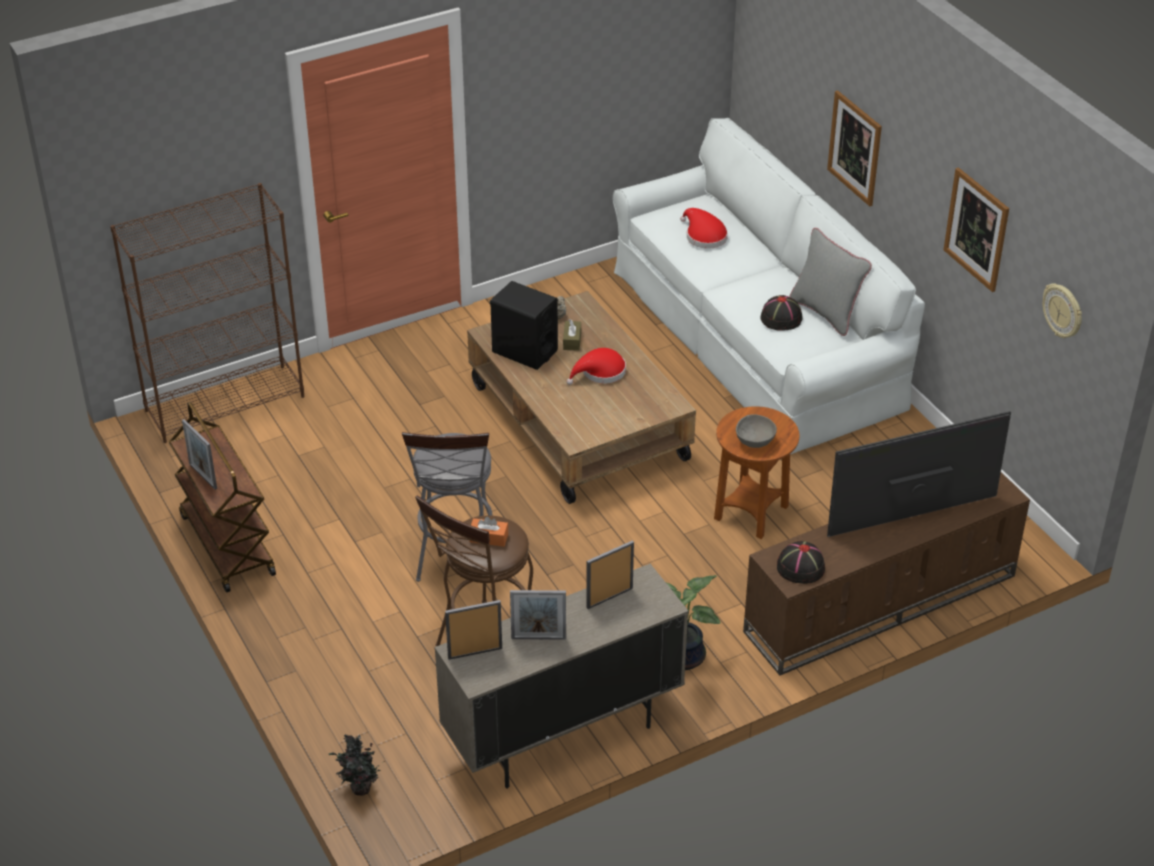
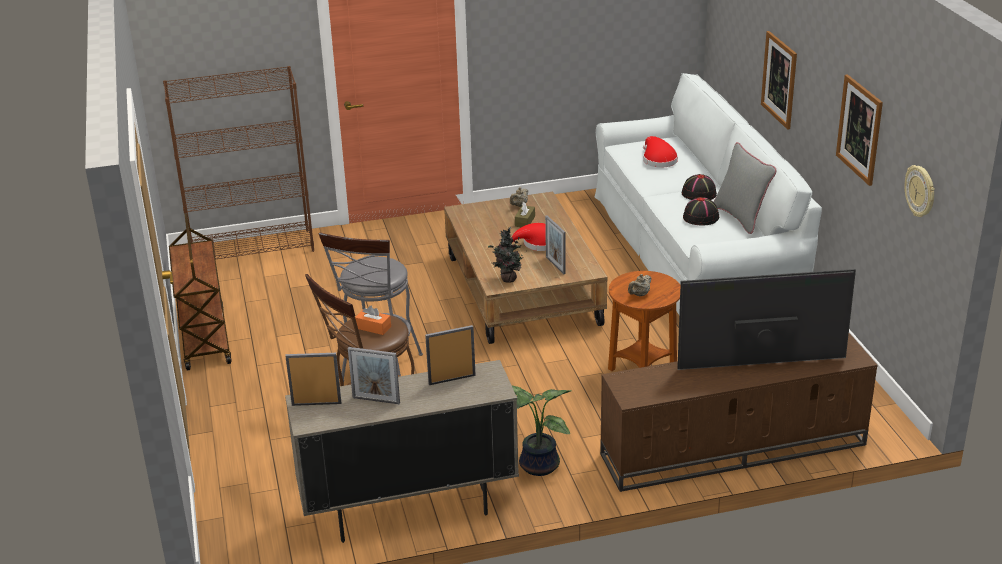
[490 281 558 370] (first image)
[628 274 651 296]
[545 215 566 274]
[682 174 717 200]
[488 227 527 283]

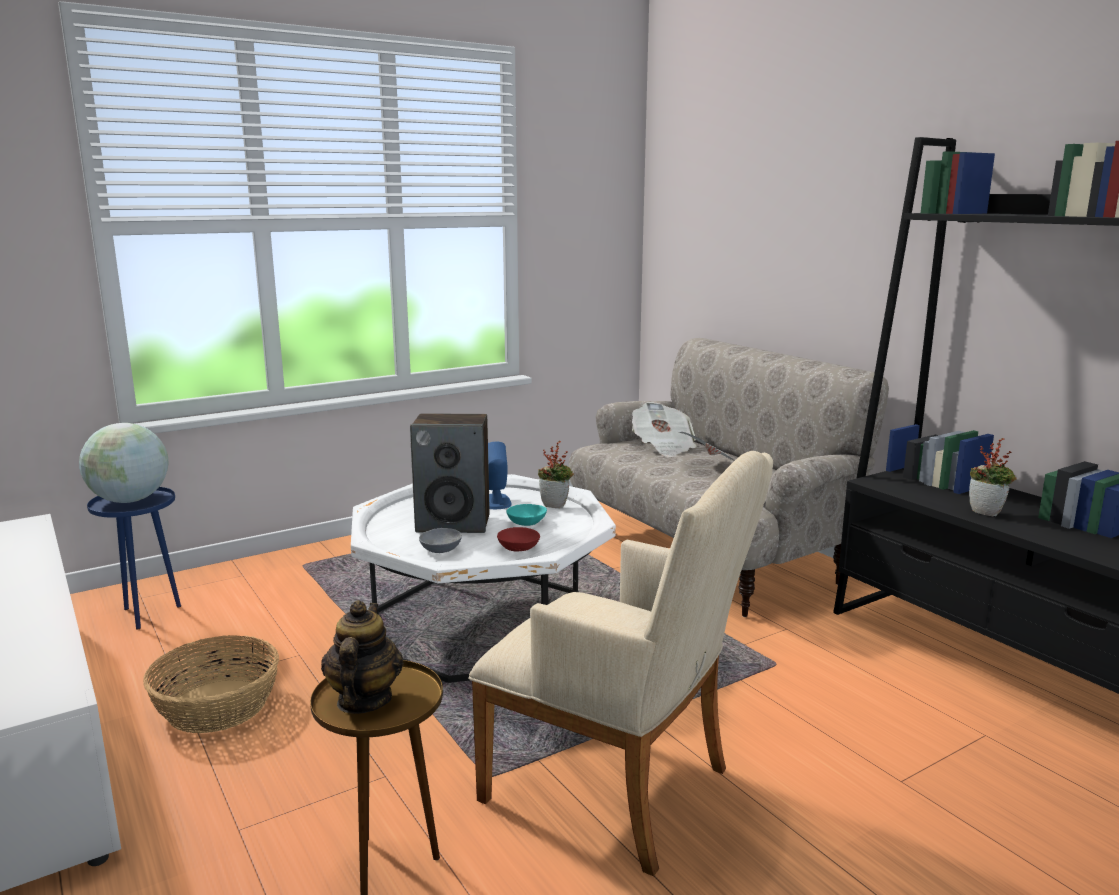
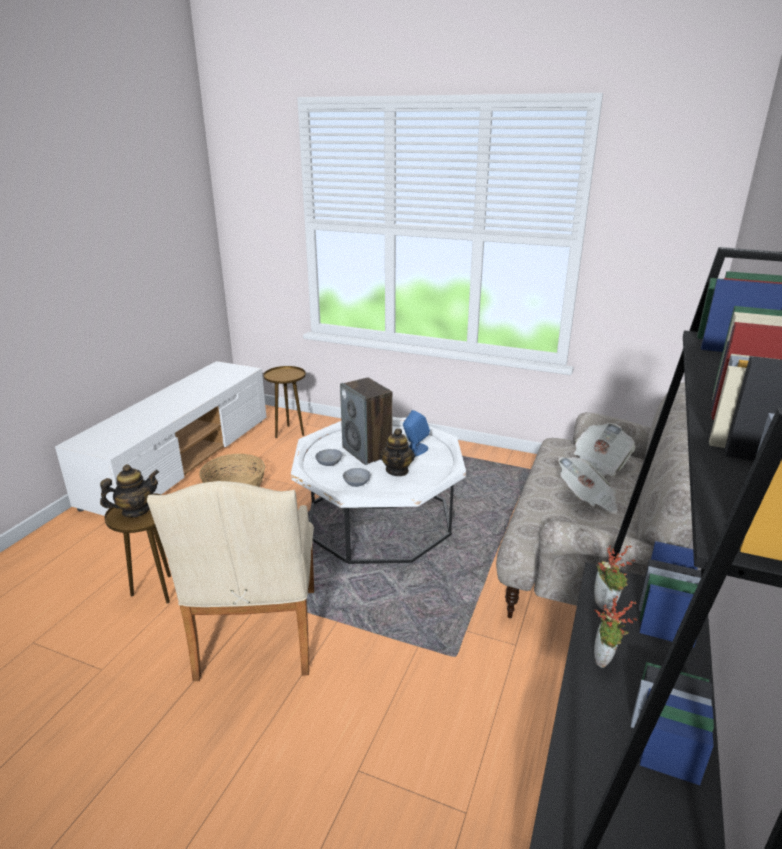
[79 423 168 503] (first image)
[594 545 635 612]
[263 366 306 438]
[380 428 415 476]
[343 468 371 487]

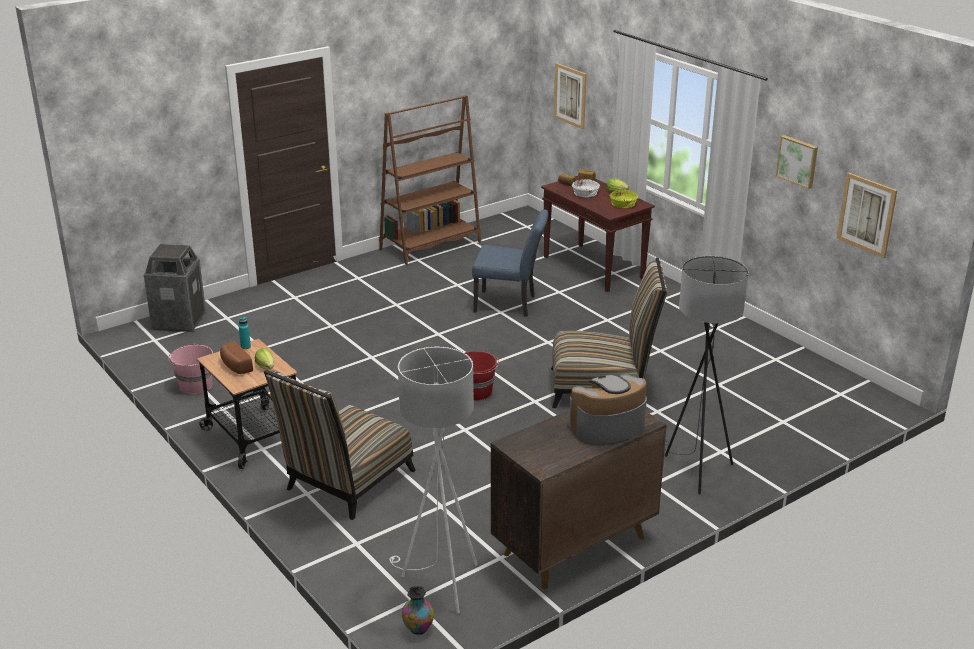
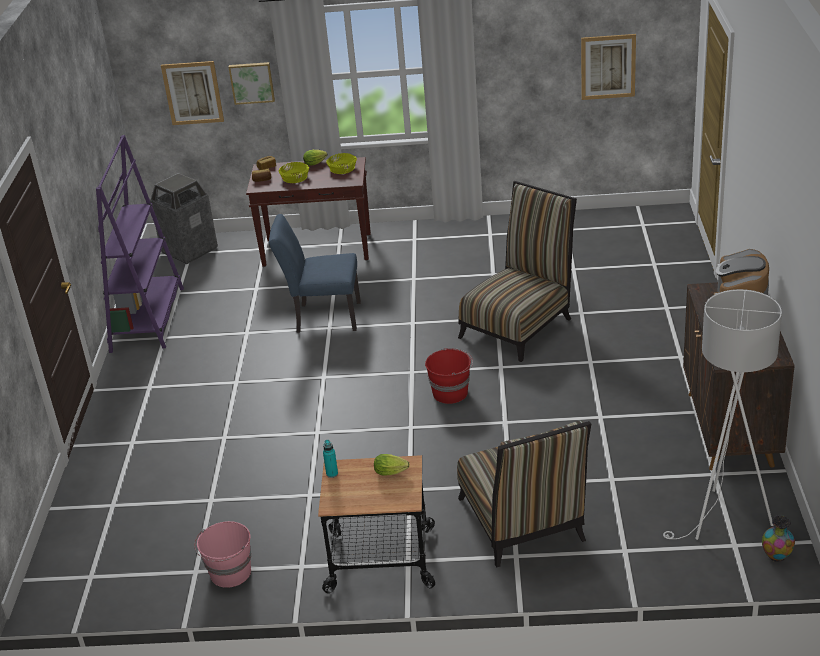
[96 135 184 353]
[228 62 275 105]
[279 162 309 183]
[269 214 361 333]
[150 173 218 264]
[665 256 748 494] (first image)
[220 341 253 374] (first image)

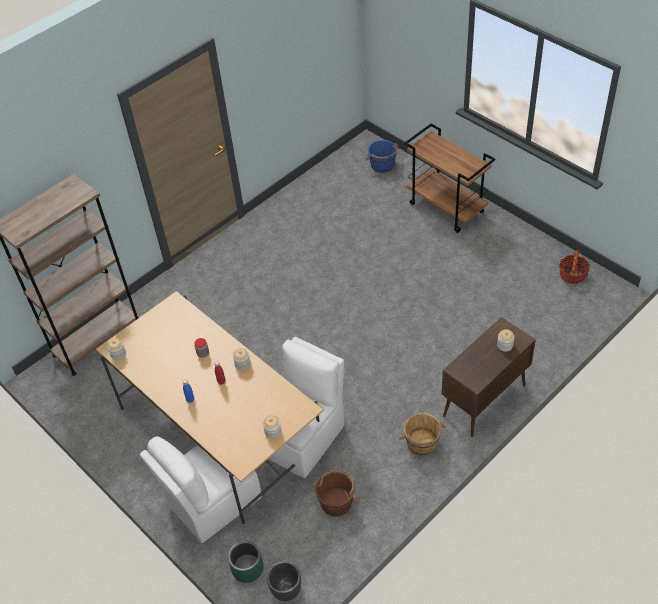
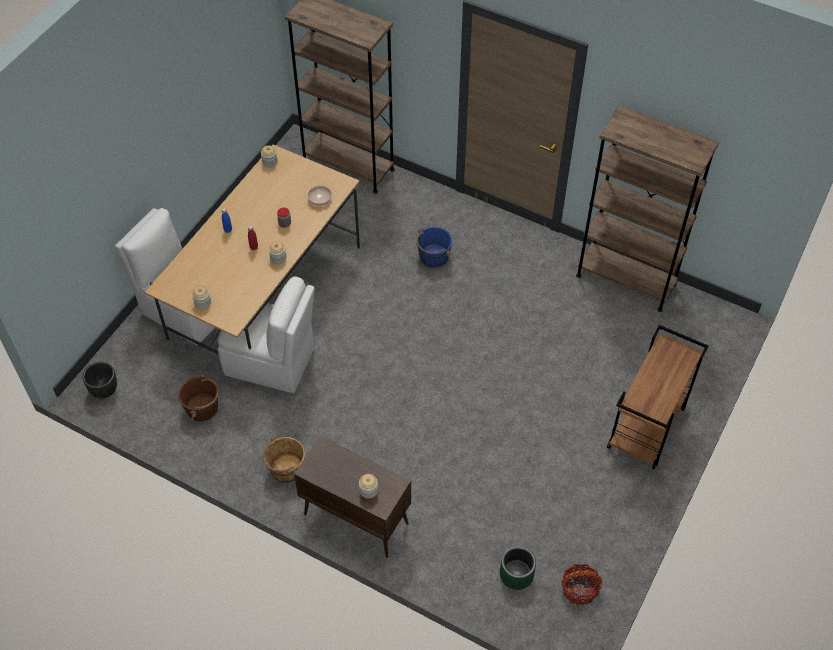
[416 227 452 268]
[500 546 536 590]
[576 106 719 312]
[308 186 332 206]

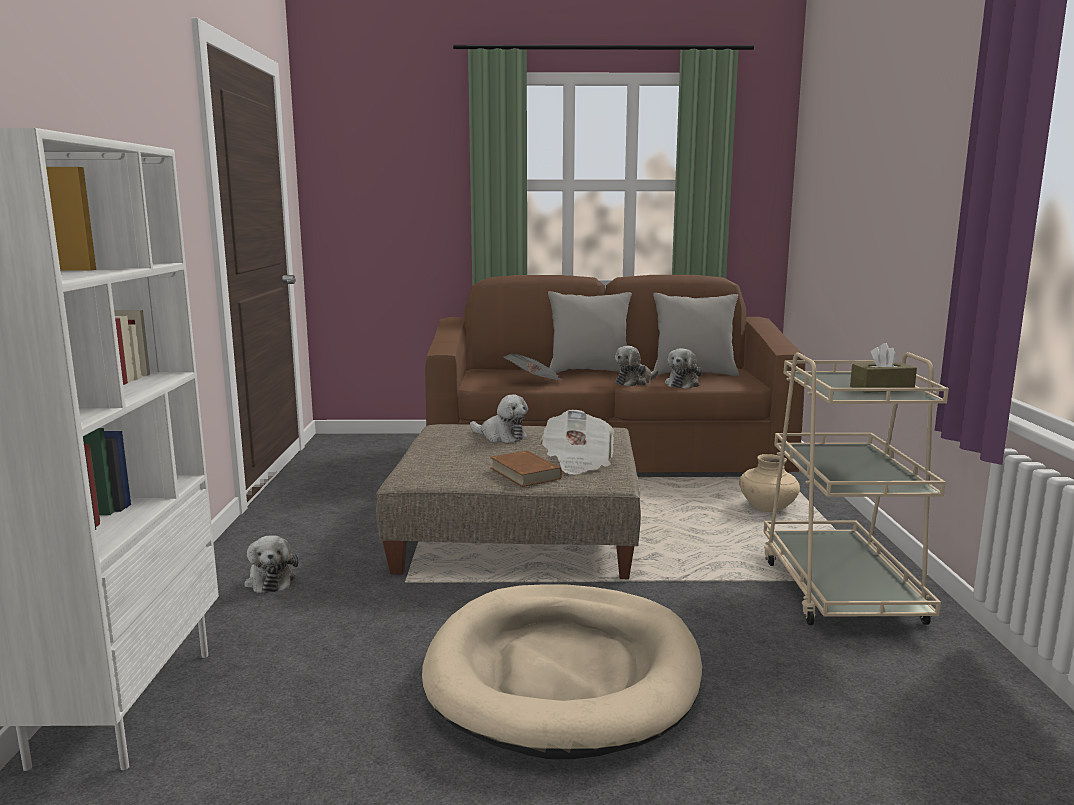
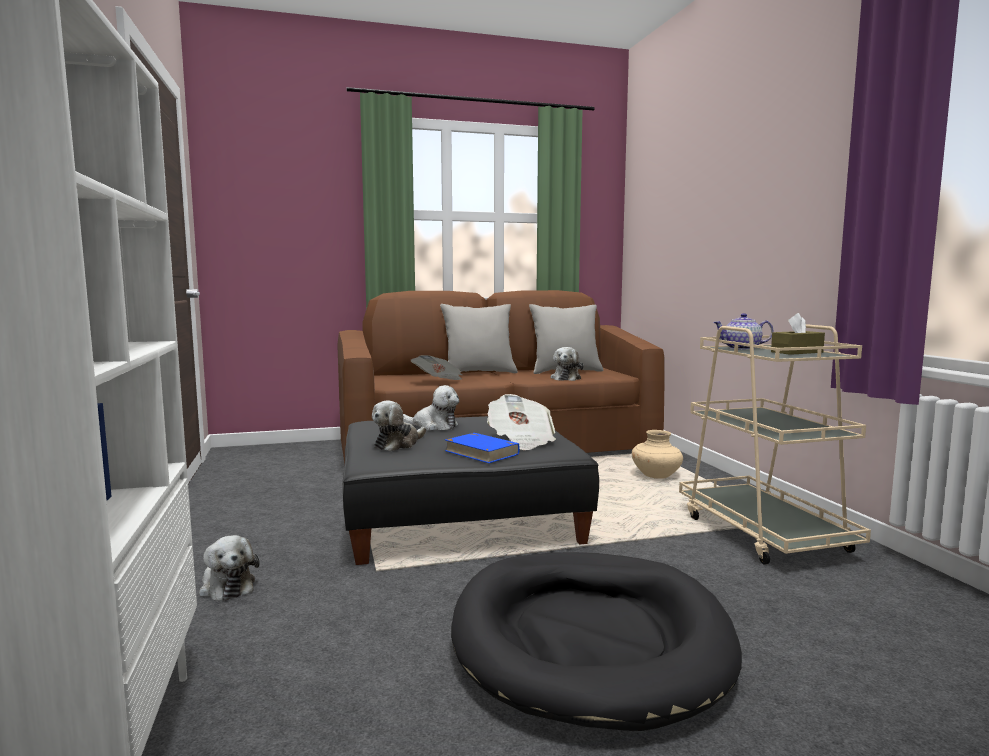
[372 401 426 451]
[342 416 599 565]
[445 433 520 463]
[451 552 742 731]
[713 313 774 350]

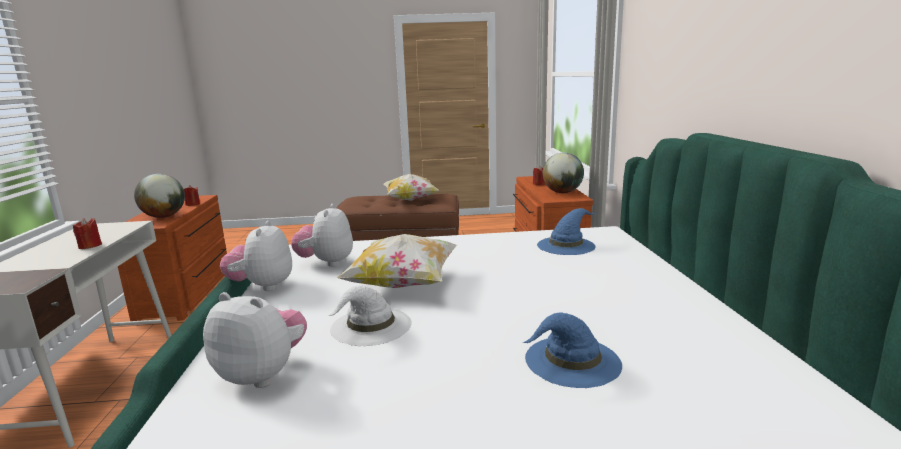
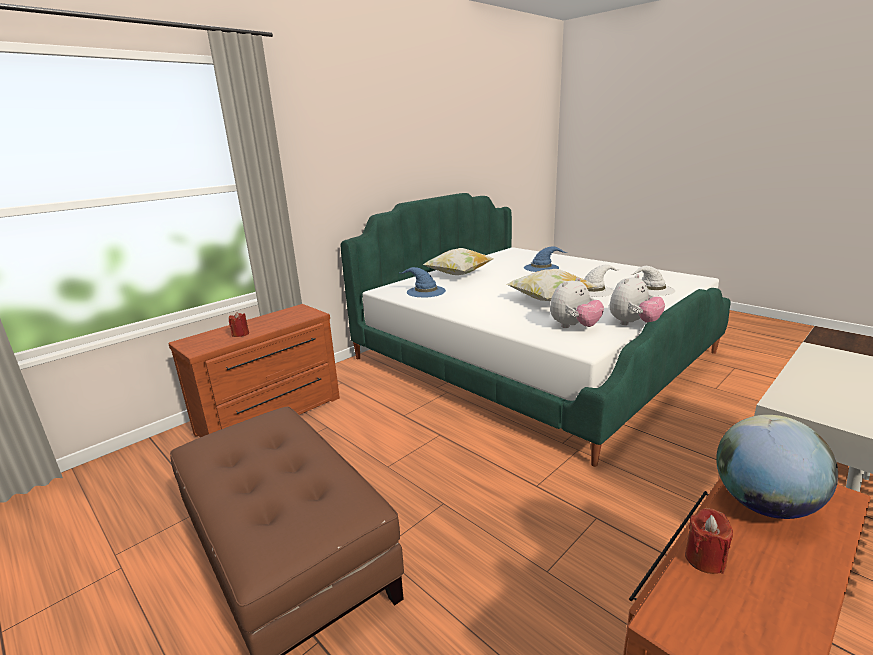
[543 152 584 193] (first image)
[423 248 493 275]
[73 218 102 249] (first image)
[630 266 675 296]

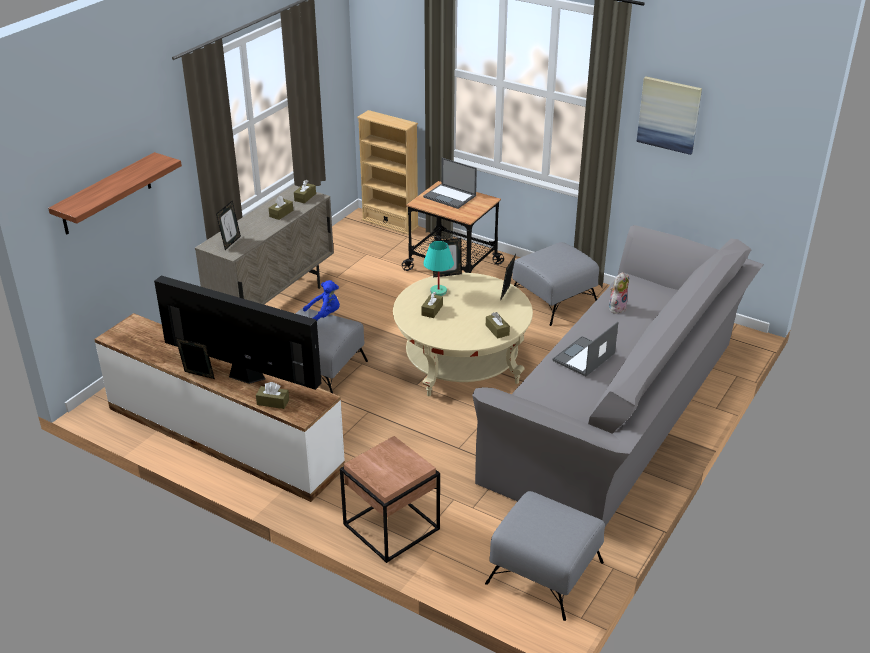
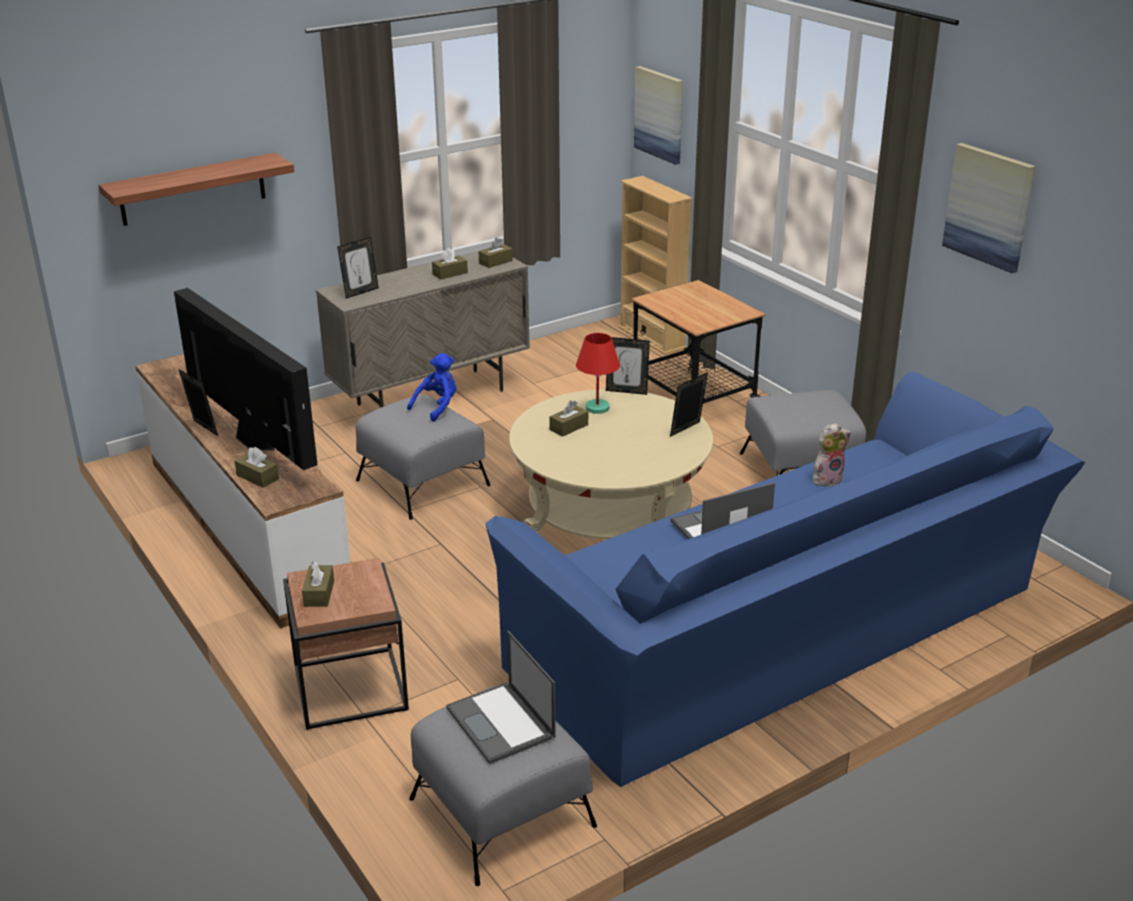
[446 631 556 764]
[485 372 1085 787]
[576 333 620 414]
[407 353 457 422]
[302 561 334 607]
[634 66 683 165]

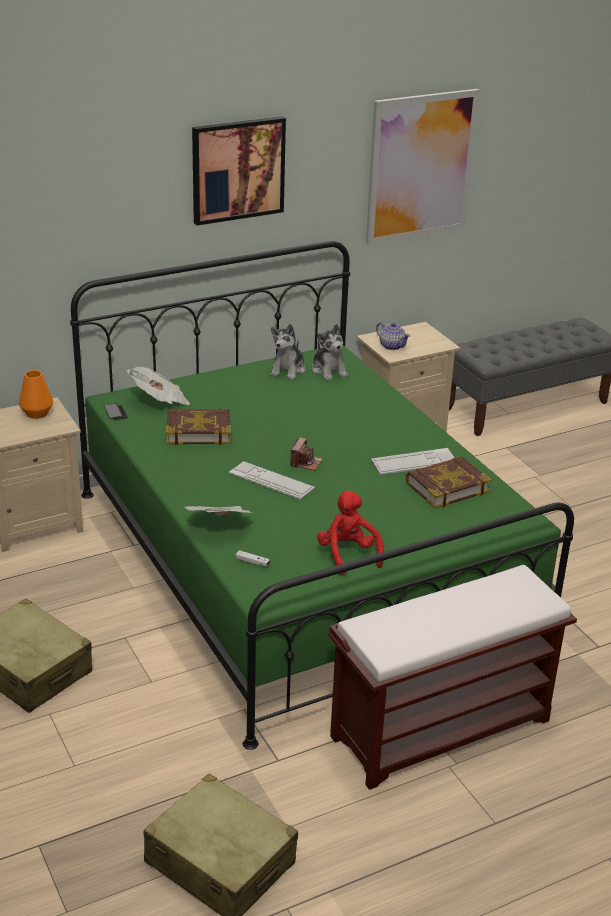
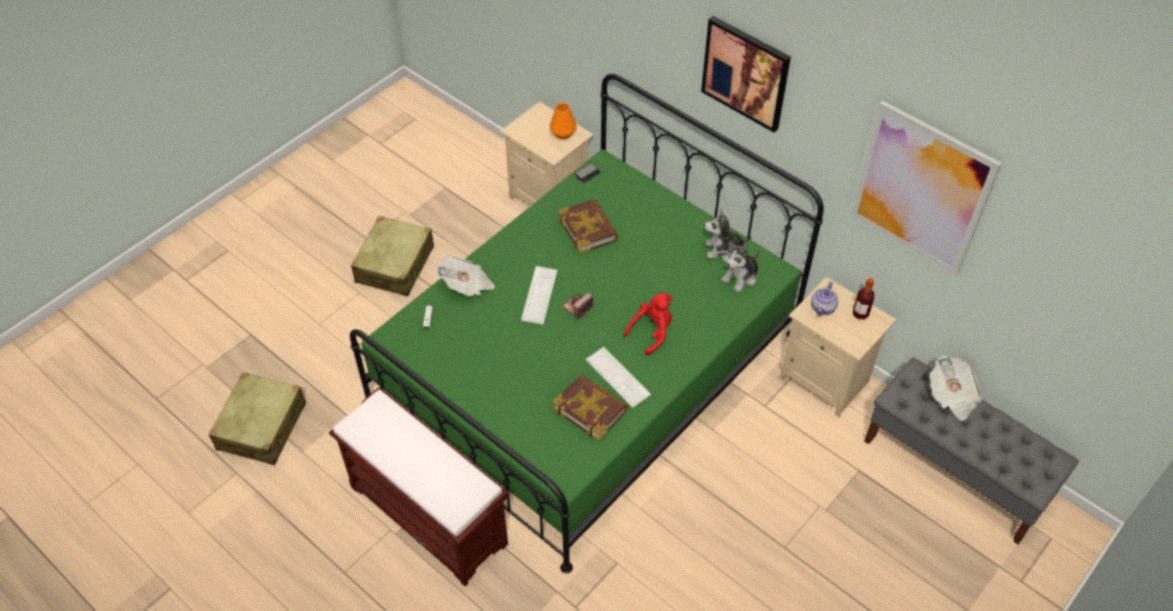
[929 355 982 421]
[563 293 593 319]
[624 293 673 355]
[853 278 874 320]

